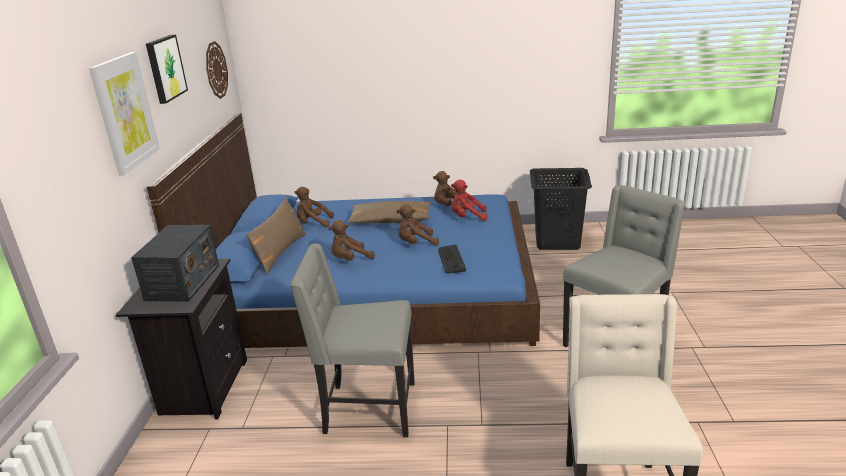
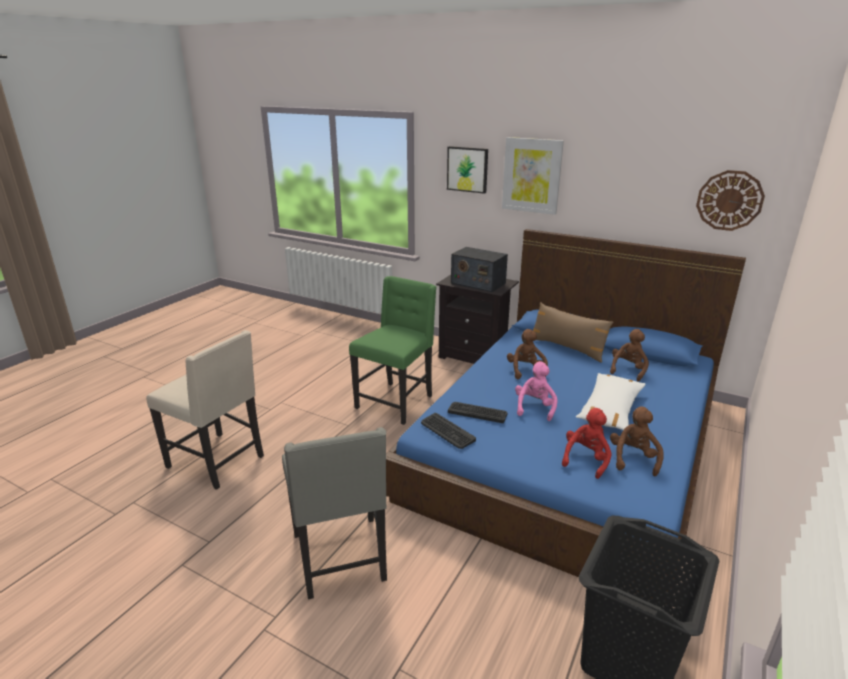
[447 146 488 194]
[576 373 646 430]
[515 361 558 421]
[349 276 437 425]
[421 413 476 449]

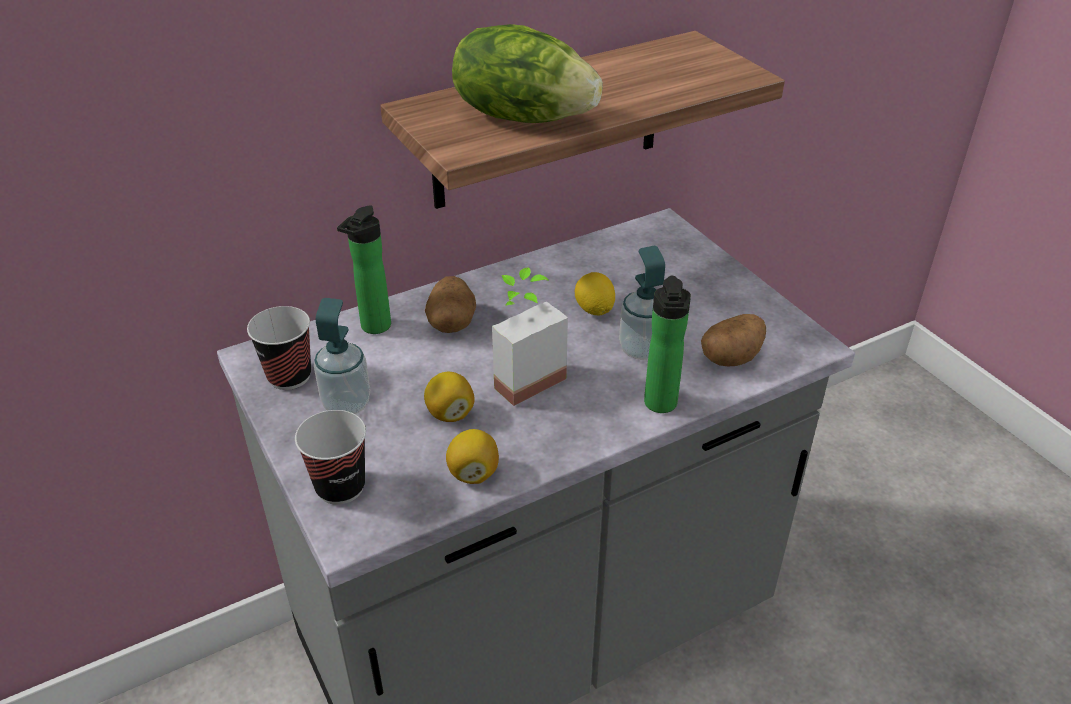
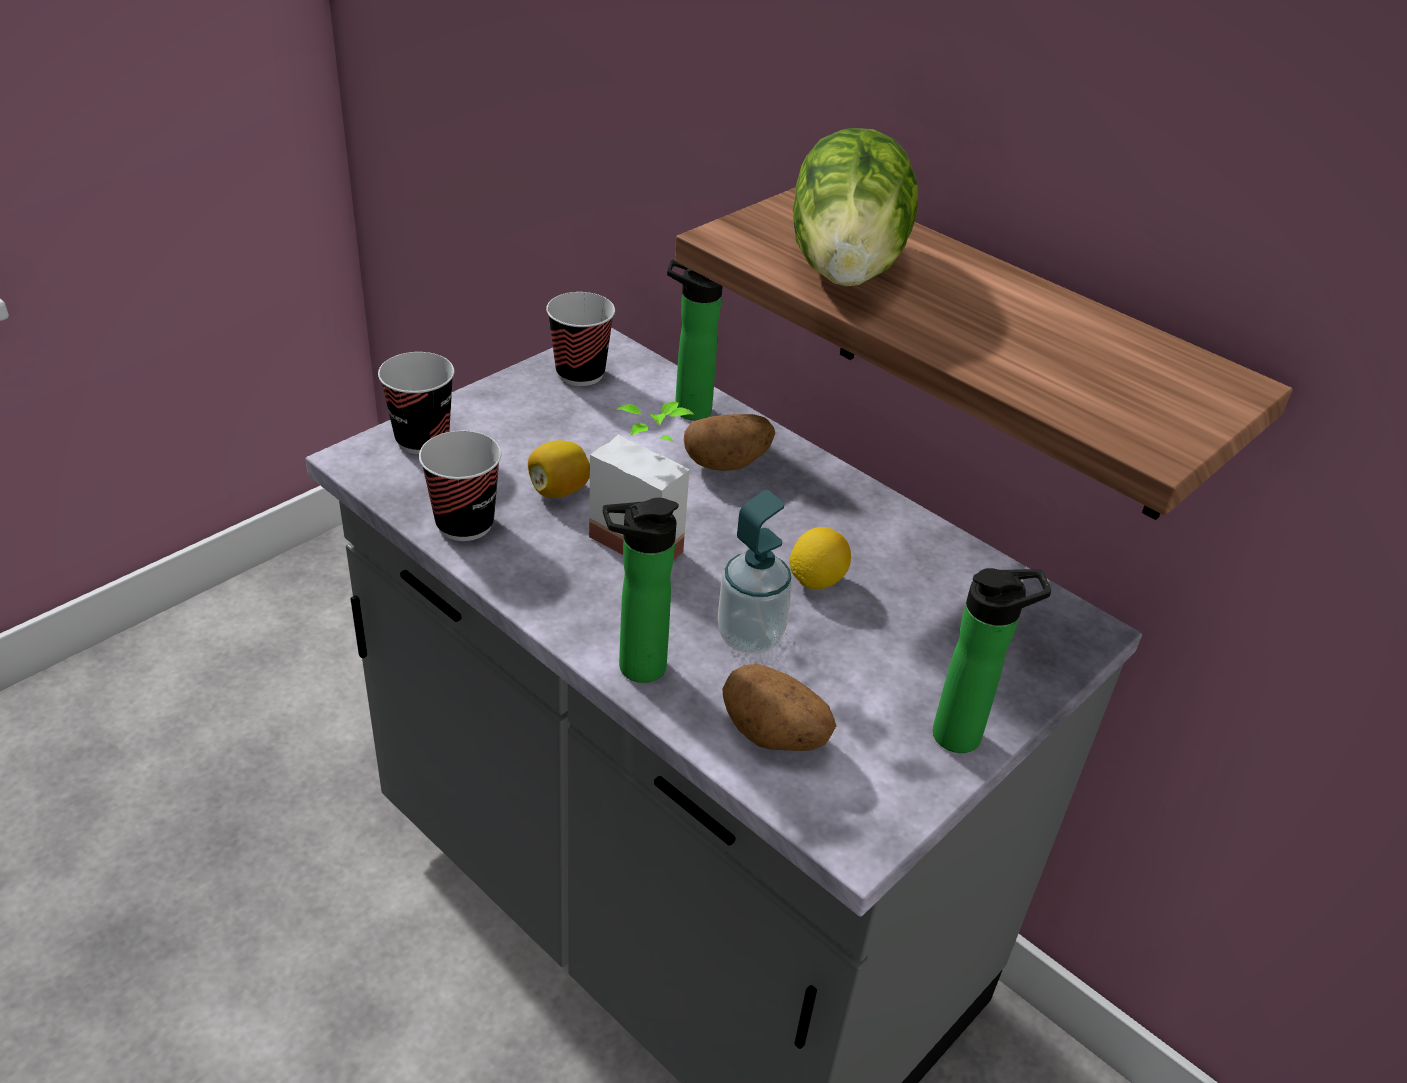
[314 298 370 414] (first image)
[419 431 501 541]
[933 568 1051 753]

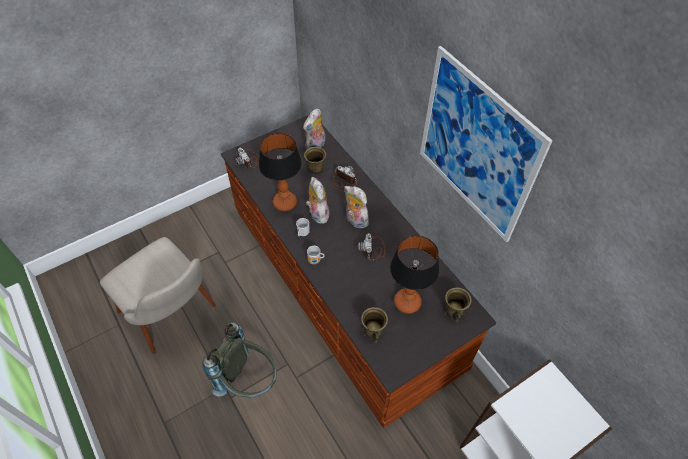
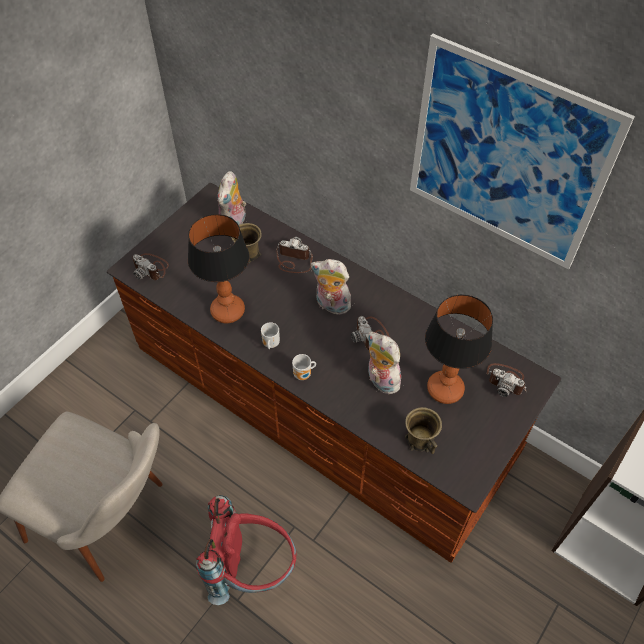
[367 331 403 394]
[486 363 526 397]
[196 495 296 605]

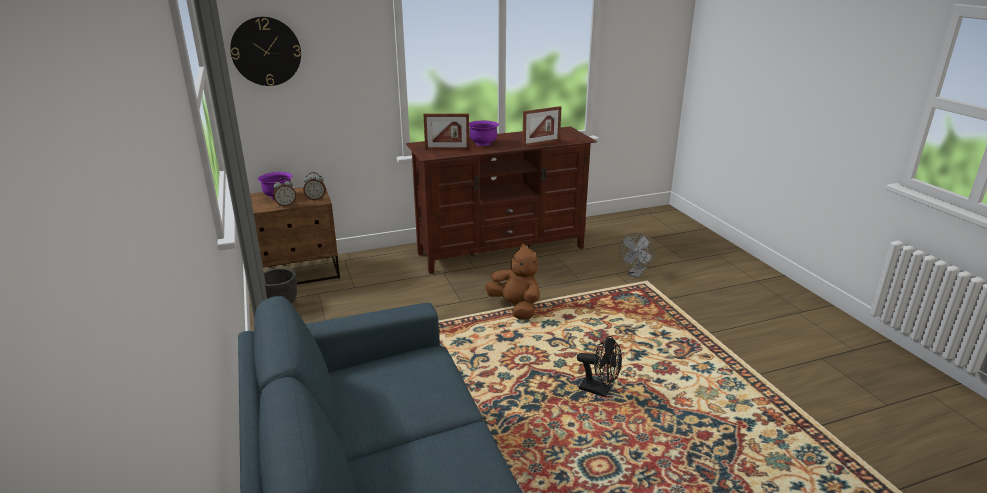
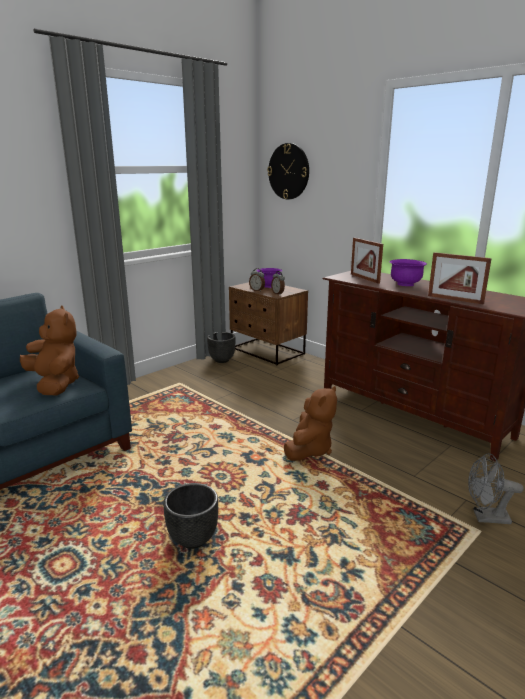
[163 483 218 549]
[20 305 79 396]

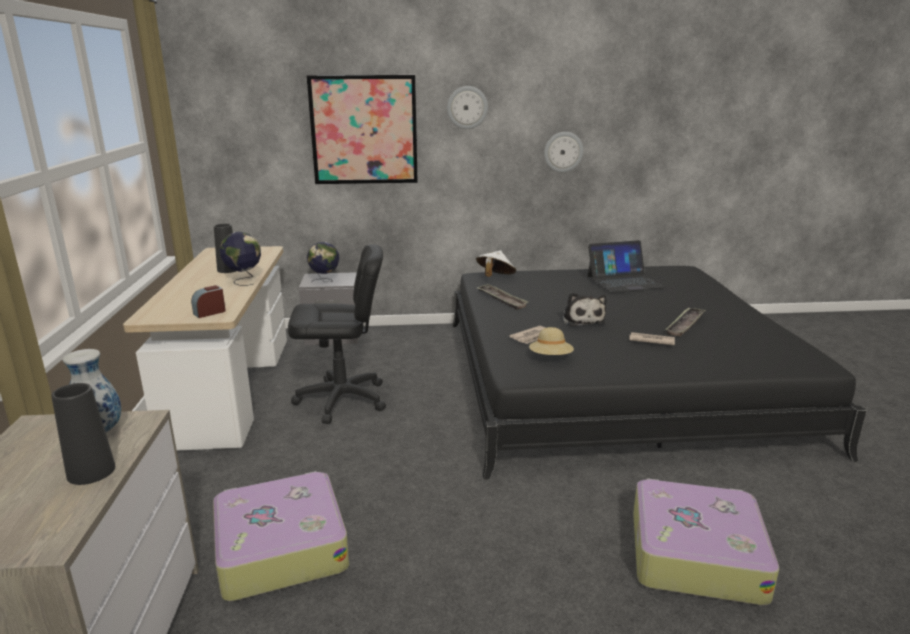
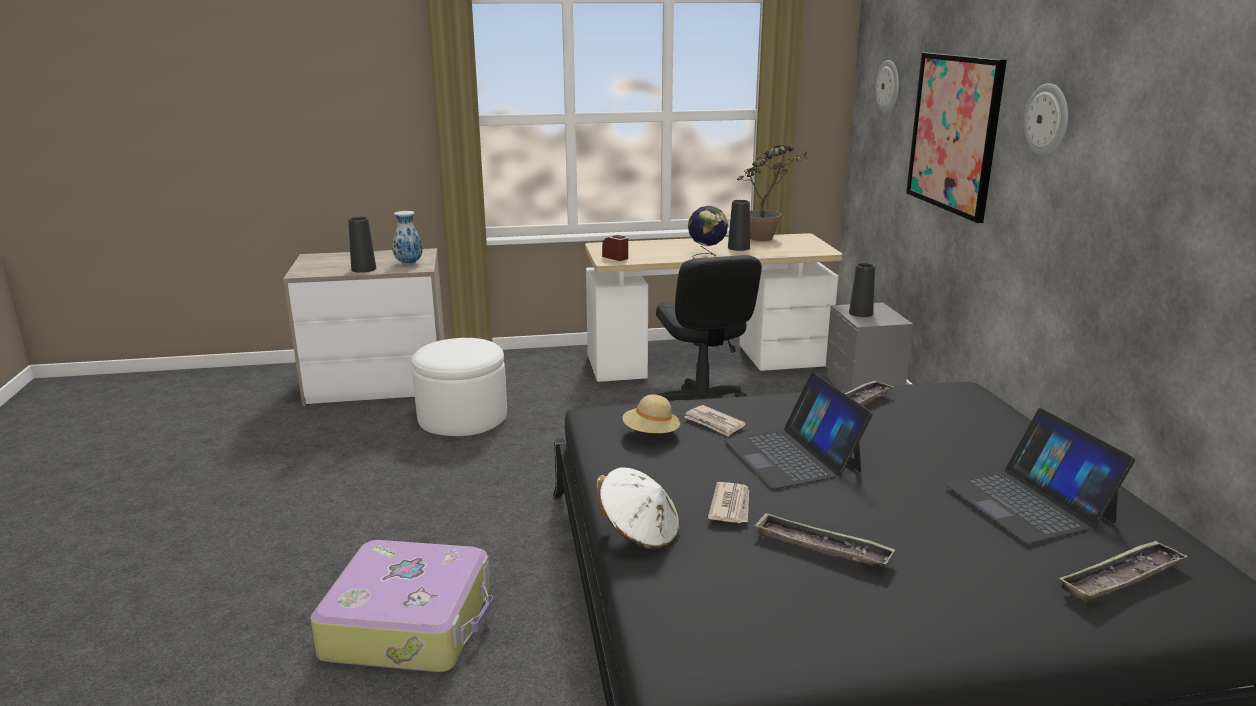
[875 60 899 113]
[849 263 875 317]
[597 467 680 550]
[724 372 873 489]
[412 338 507 436]
[737 145 808 241]
[1058 540 1188 602]

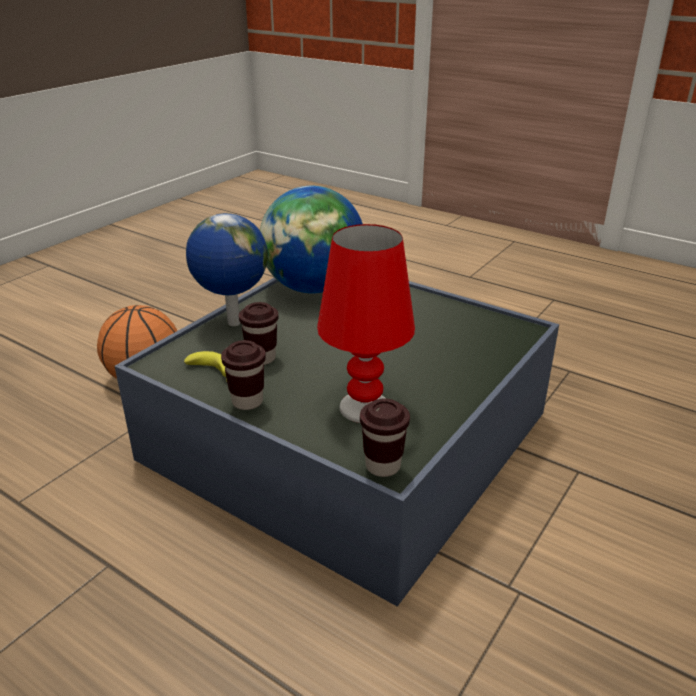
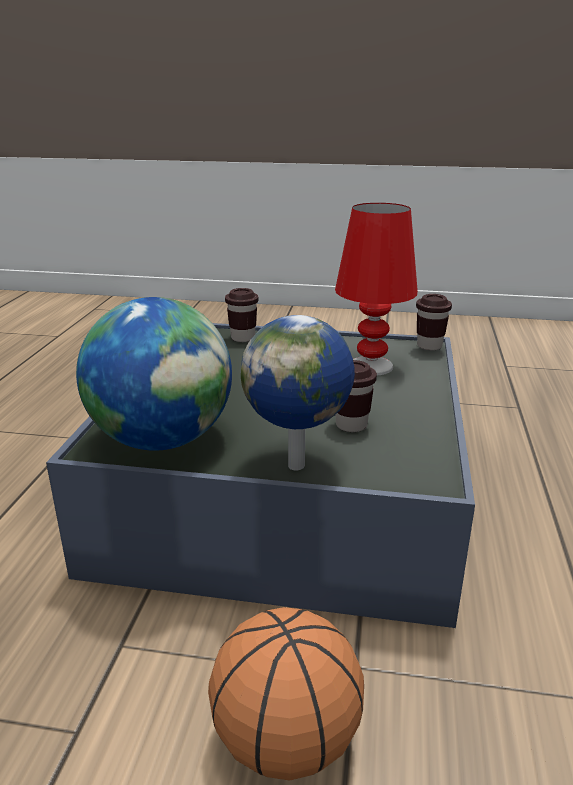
[225 288 259 342]
[184 351 227 382] (first image)

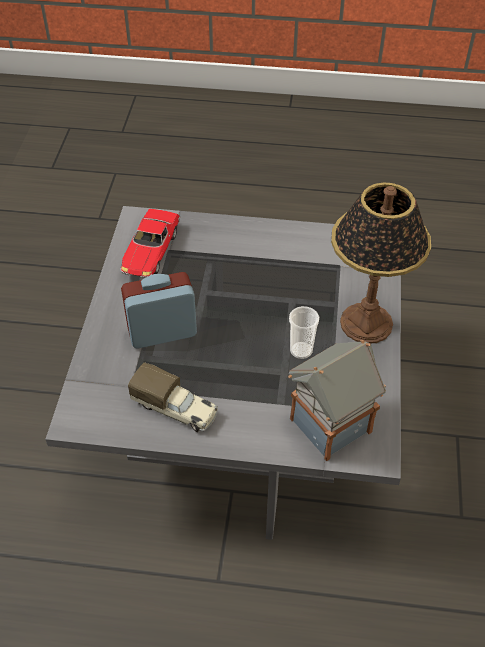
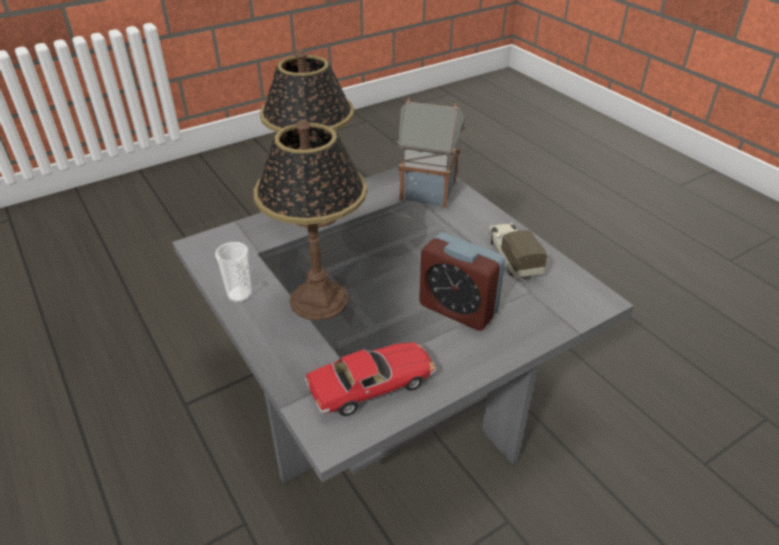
[215 242 252 302]
[253 120 367 321]

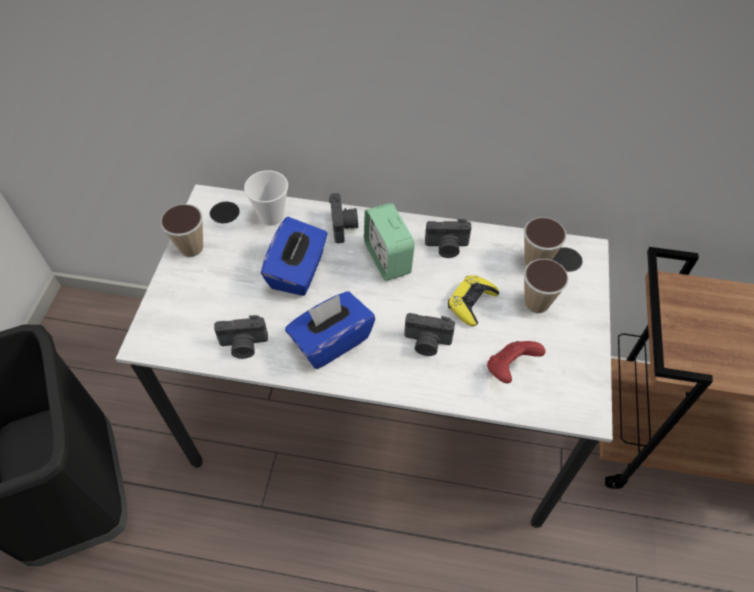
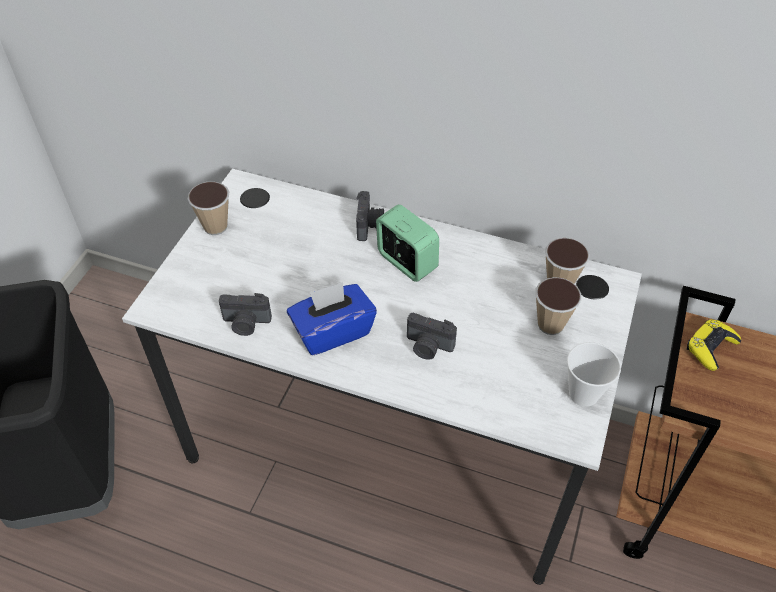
[567 342 621 407]
[376 204 439 282]
[261 217 328 296] (first image)
[425 219 471 258] (first image)
[687 319 741 371]
[487 341 546 383] (first image)

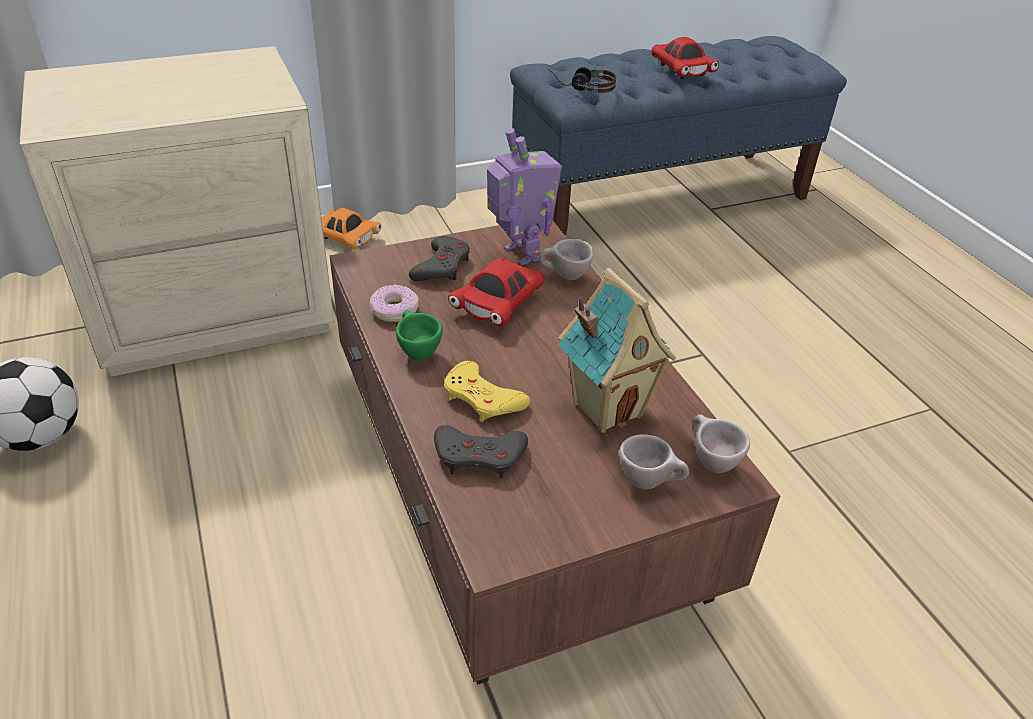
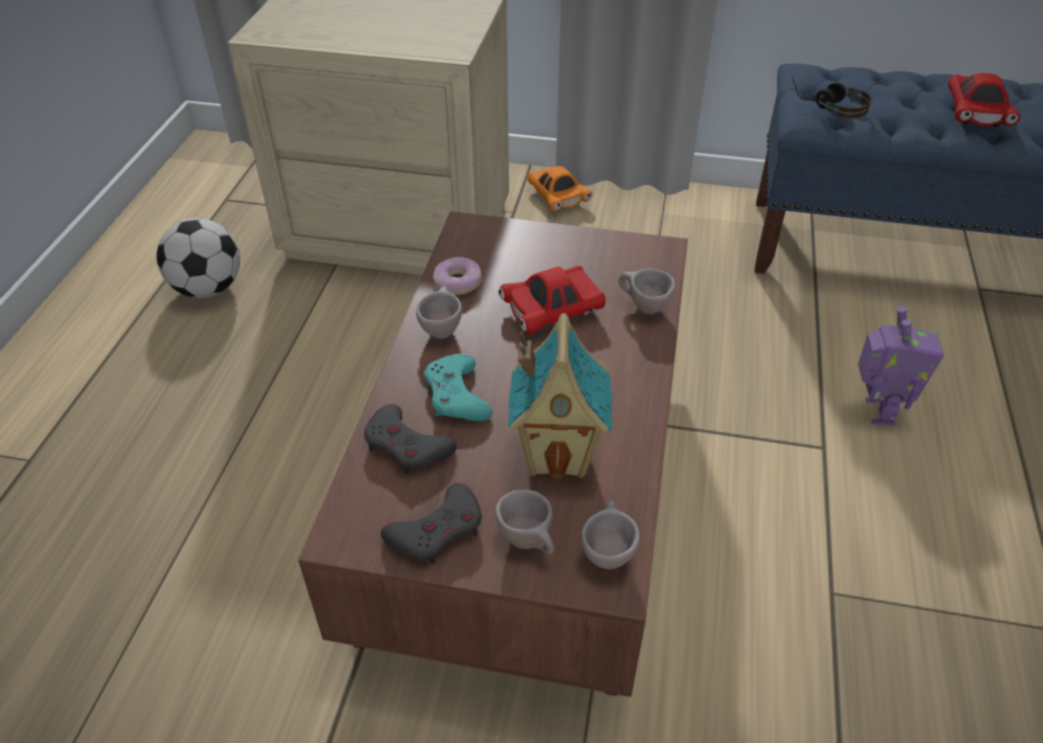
[858 306 944 425]
[381 483 482 564]
[416 286 462 339]
[424 354 492 421]

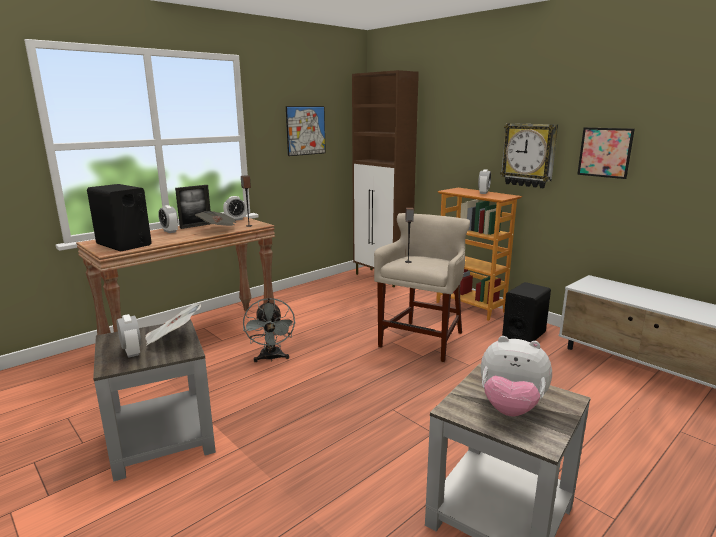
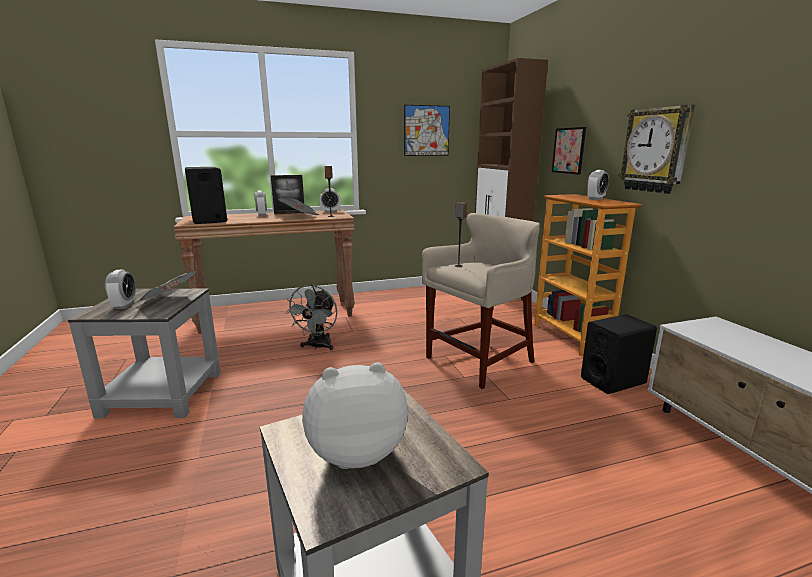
[552 127 586 174]
[302 362 408 469]

